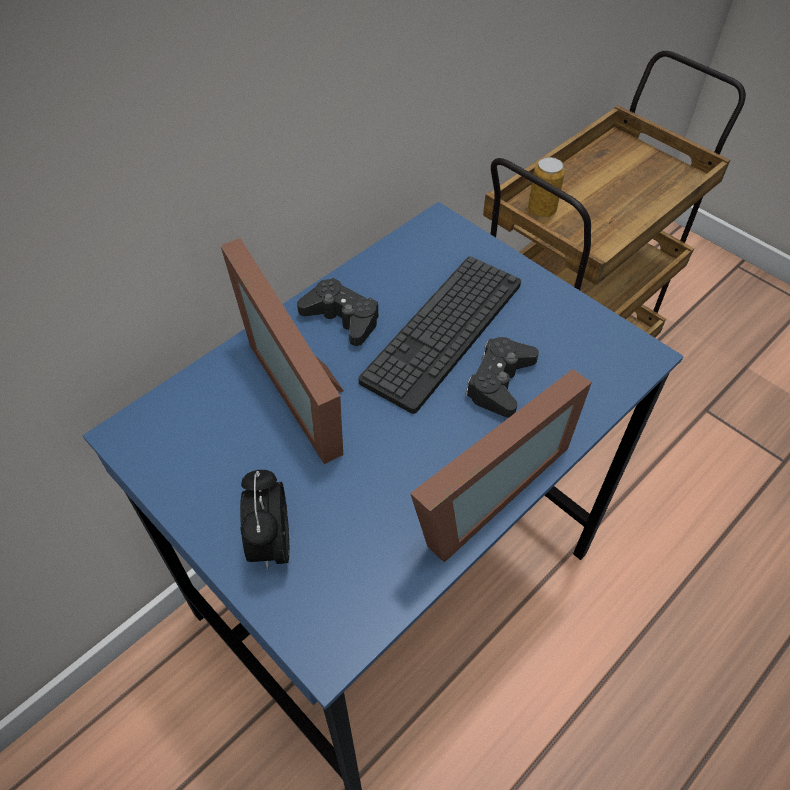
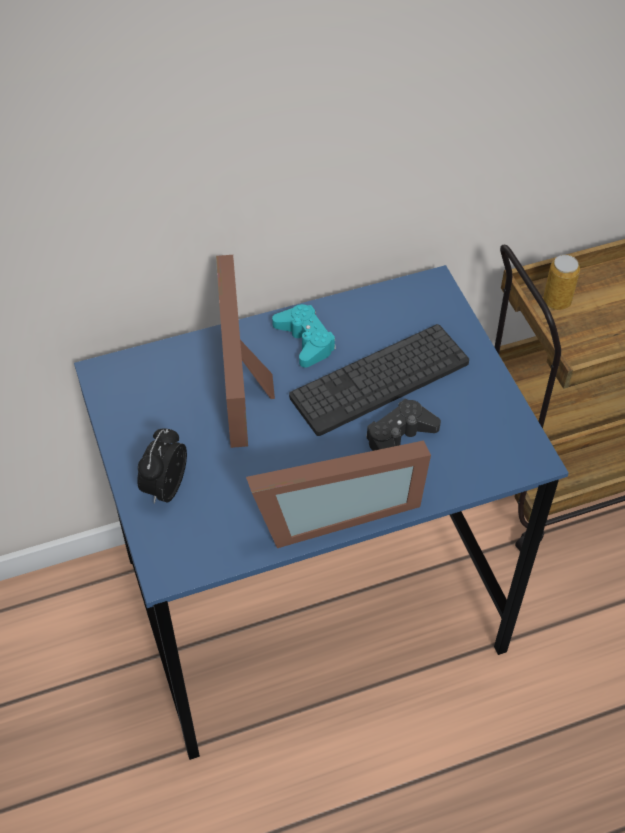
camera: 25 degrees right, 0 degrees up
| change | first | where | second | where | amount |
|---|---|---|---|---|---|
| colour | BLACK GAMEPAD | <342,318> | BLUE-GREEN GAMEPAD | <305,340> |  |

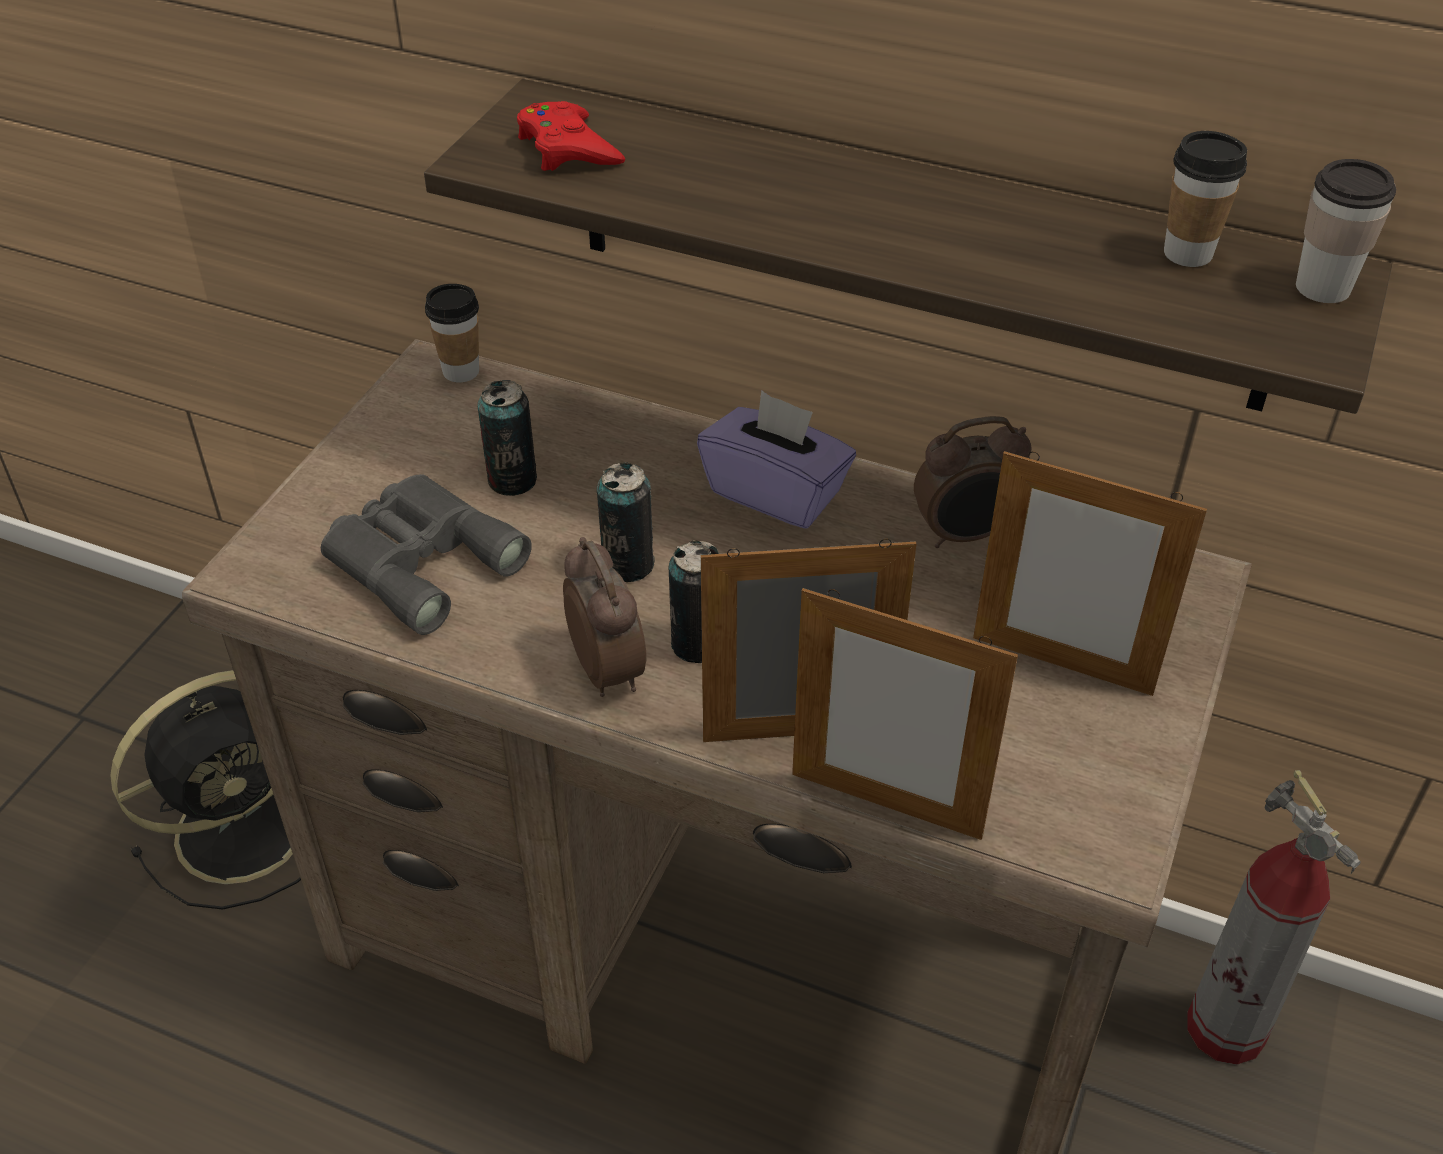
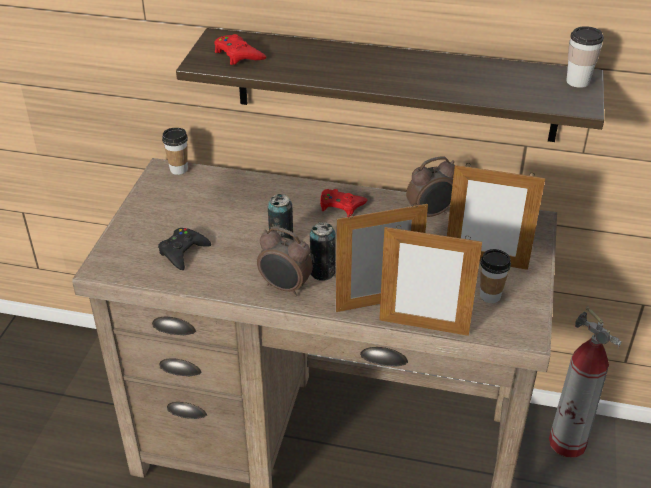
camera: 10 degrees left, 5 degrees down
| change | first | where | second | where | amount |
|---|---|---|---|---|---|
| exchanged | GREYISH BINOCULARS | <419,559> | BLACK GAMEPAD | <183,252> |  |
| spun | BEDSIDE CLOCK | <609,669> |  | <285,288> | 150 degrees clockwise |
| exchanged | PURPLISH TISSUE BOX | <776,492> | RED GAMEPAD | <341,205> |  |
| relocated | SMALL CUP | <1188,253> |  | <490,296> |  |
| missing | BLACK COOLING FAN | <247,827> |  |  |  |
| missing | CAN | <512,480> |  |  |  |

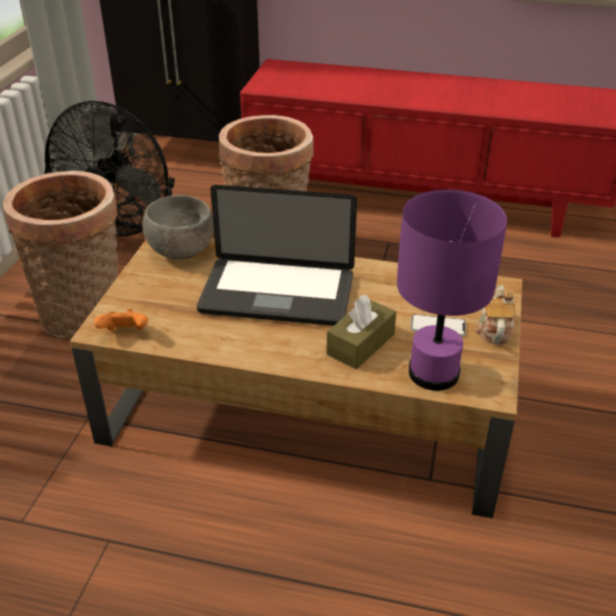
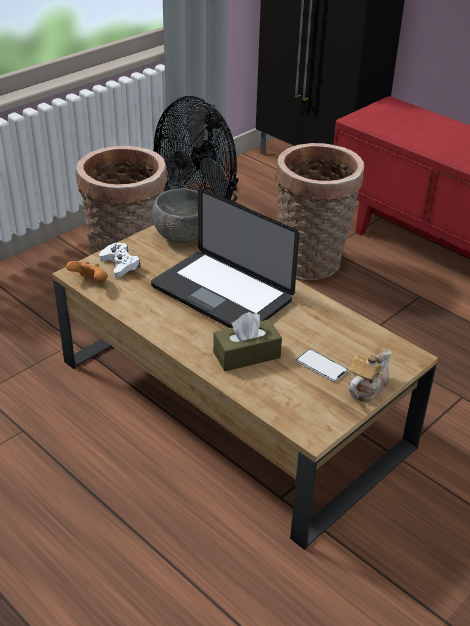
camera: 30 degrees right, 0 degrees up
| change | first | where | second | where | amount |
|---|---|---|---|---|---|
| appeared |  |  | WHITE-COLOURED GAMEPAD | <120,265> |  |
| missing | PURPLISH TABLE LAMP | <433,372> |  |  |  |

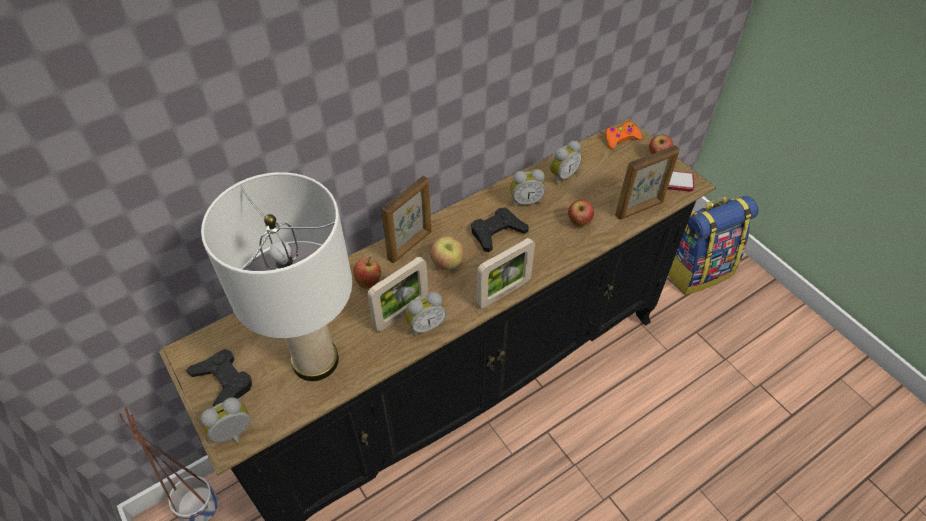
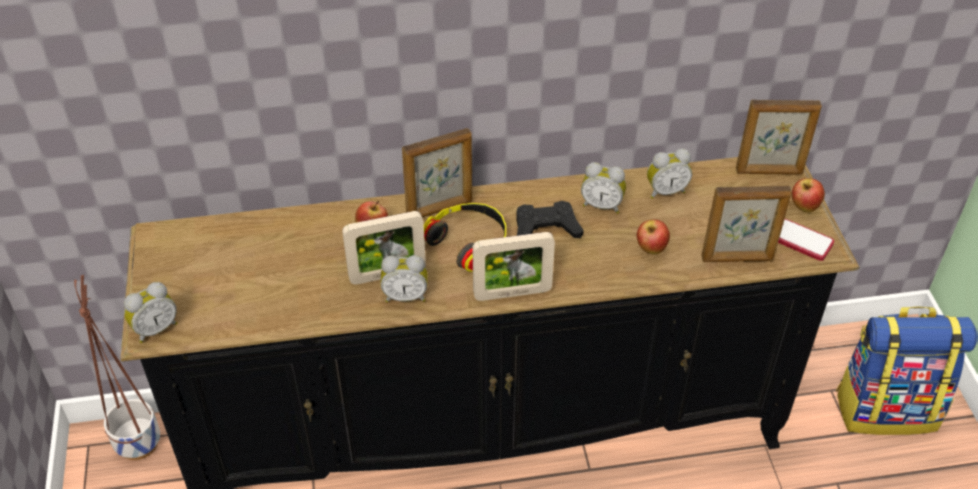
camera: 25 degrees right, 5 degrees down
| change | first | where | second | where | amount |
|---|---|---|---|---|---|
| spun | BEDSIDE CLOCK | <234,435> |  | <155,328> | 150 degrees clockwise |
| exchanged | APPLE | <447,263> | PAIR OF HEADPHONES | <469,241> |  |
| exchanged | ORANGEY GAMEPAD | <621,139> | PICTURE FRAME | <769,172> |  |
| missing | BLACK GAMEPAD | <223,381> |  |  |  |
| missing | WHITE-COLOURED TABLE LAMP | <315,360> |  |  |  |

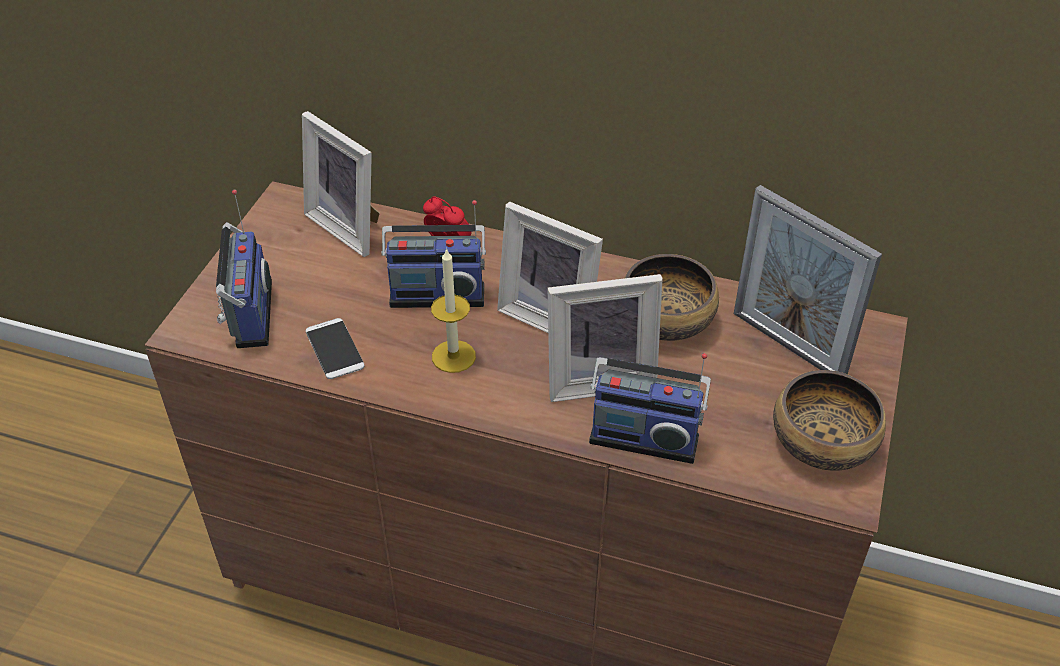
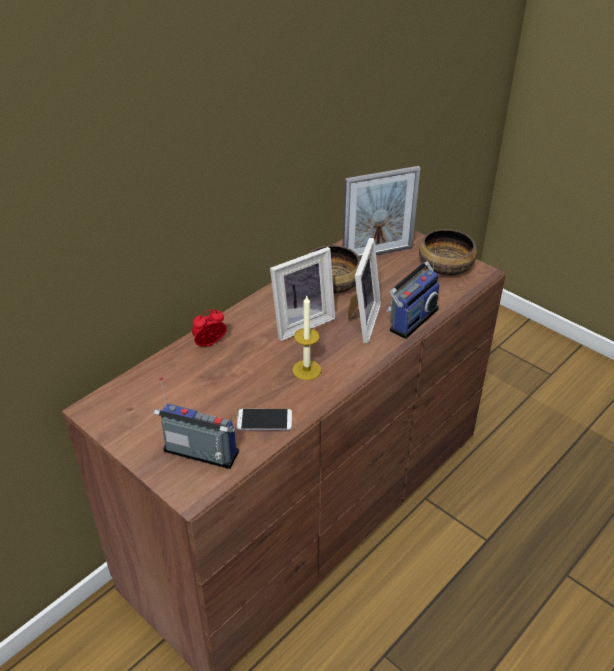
camera: 65 degrees left, 5 degrees down
| change | first | where | second | where | amount |
|---|---|---|---|---|---|
| missing | PICTURE FRAME | <350,226> |  |  |  |
| missing | RADIO RECEIVER | <437,293> |  |  |  |

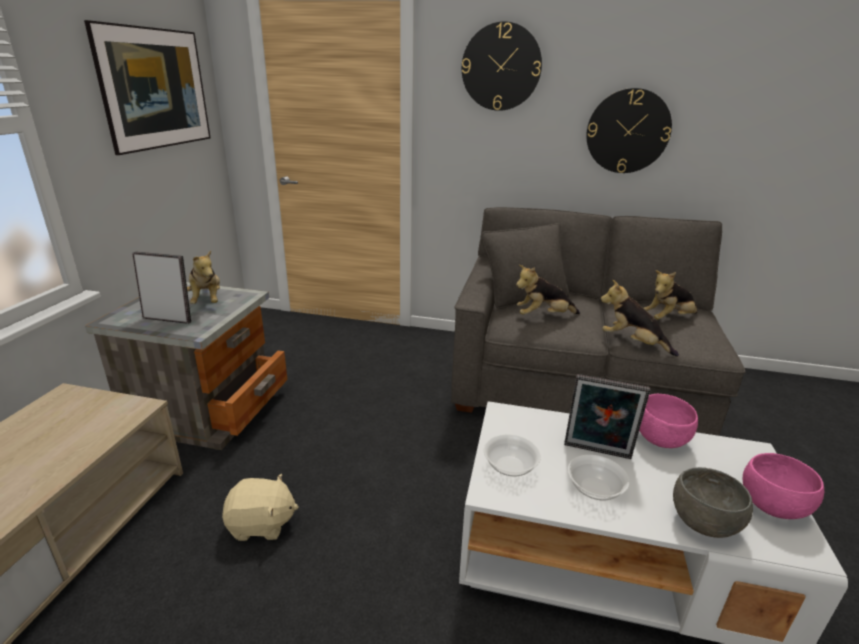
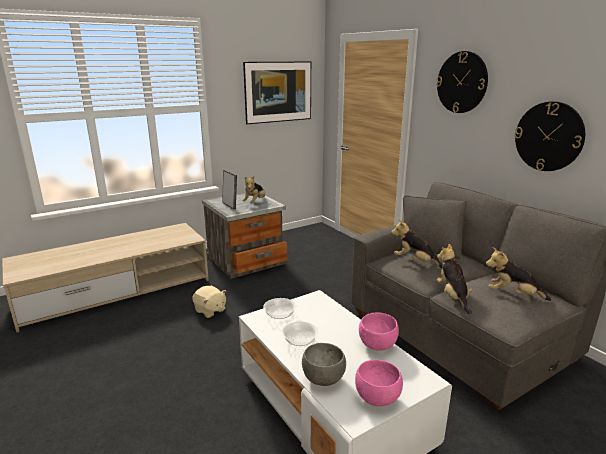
camera: 45 degrees right, 5 degrees down
| change | first | where | second | where | amount |
|---|---|---|---|---|---|
| missing | PICTURE FRAME | <597,453> |  |  |  |

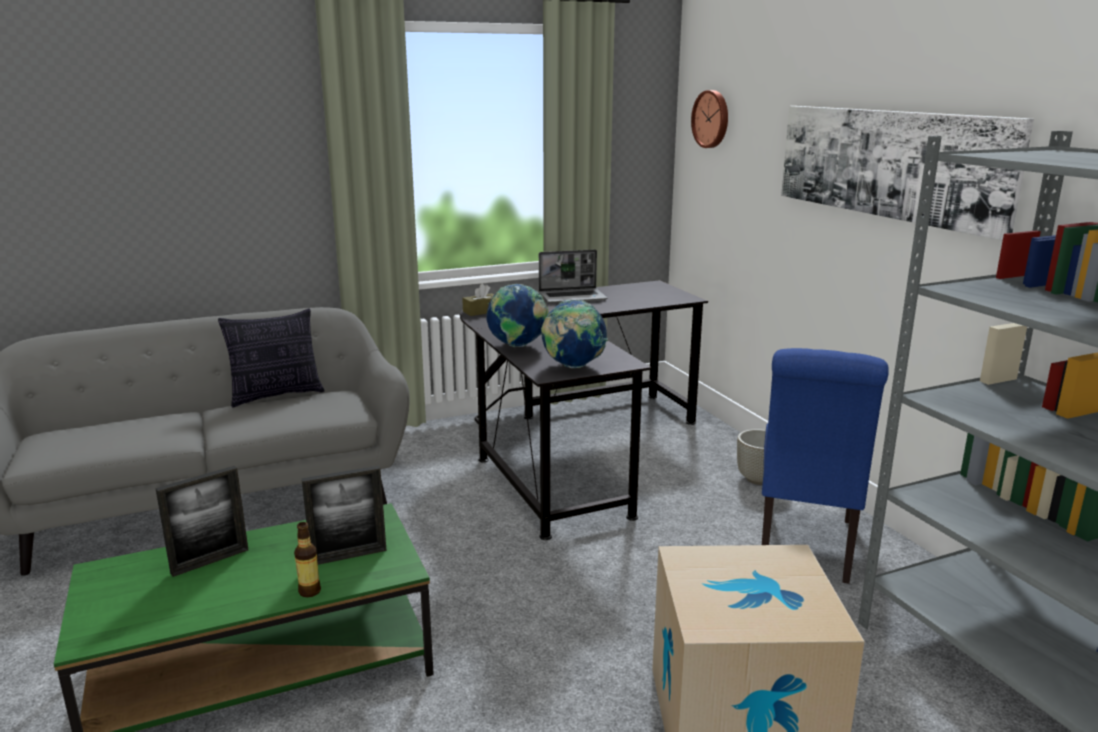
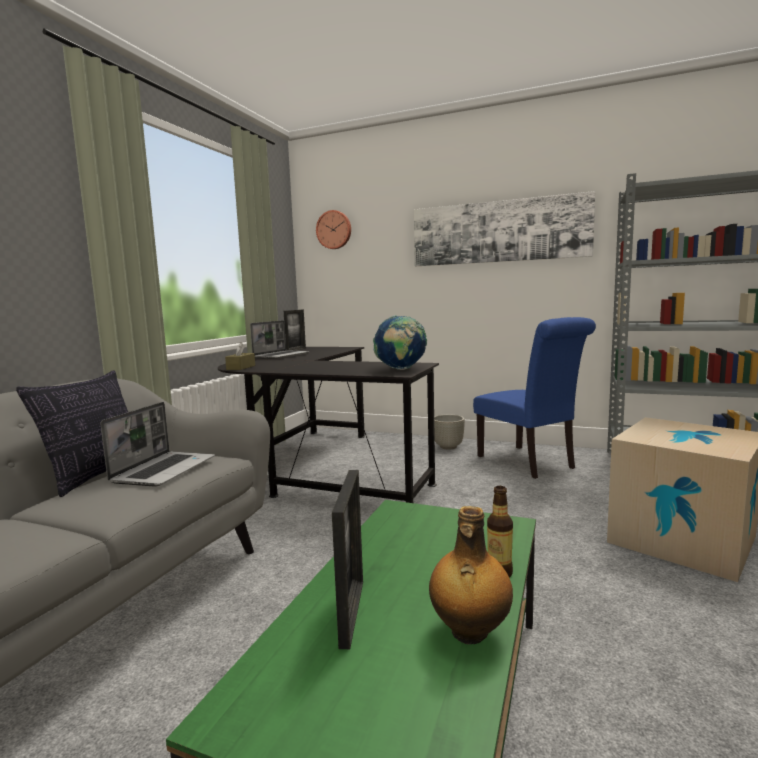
camera: 45 degrees left, 10 degrees down
| change | first | where | second | where | amount |
|---|---|---|---|---|---|
| appeared |  |  | PORTABLE COMPUTER | <164,470> |  |
| relocated | PICTURE FRAME | <349,556> |  | <296,350> |  |
| appeared |  |  | BOTTLE | <469,632> |  |
| missing | GLOBE | <517,346> |  |  |  |

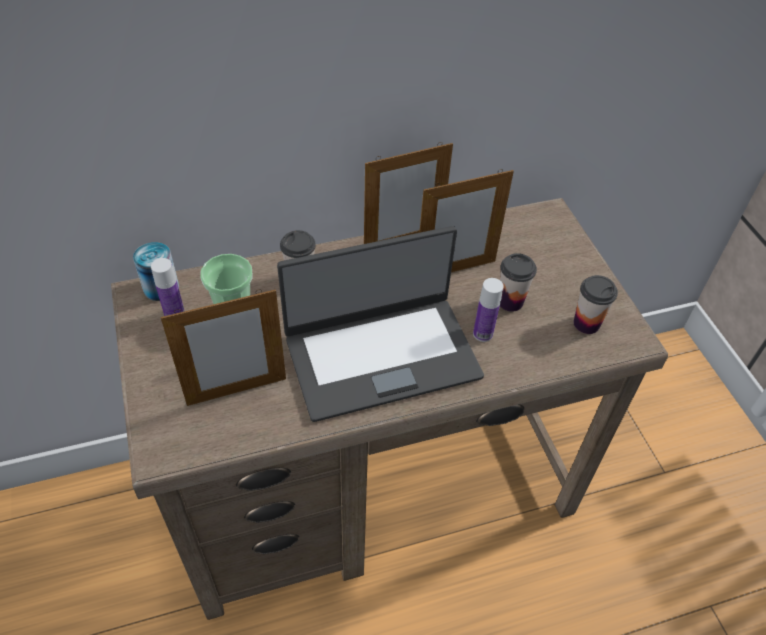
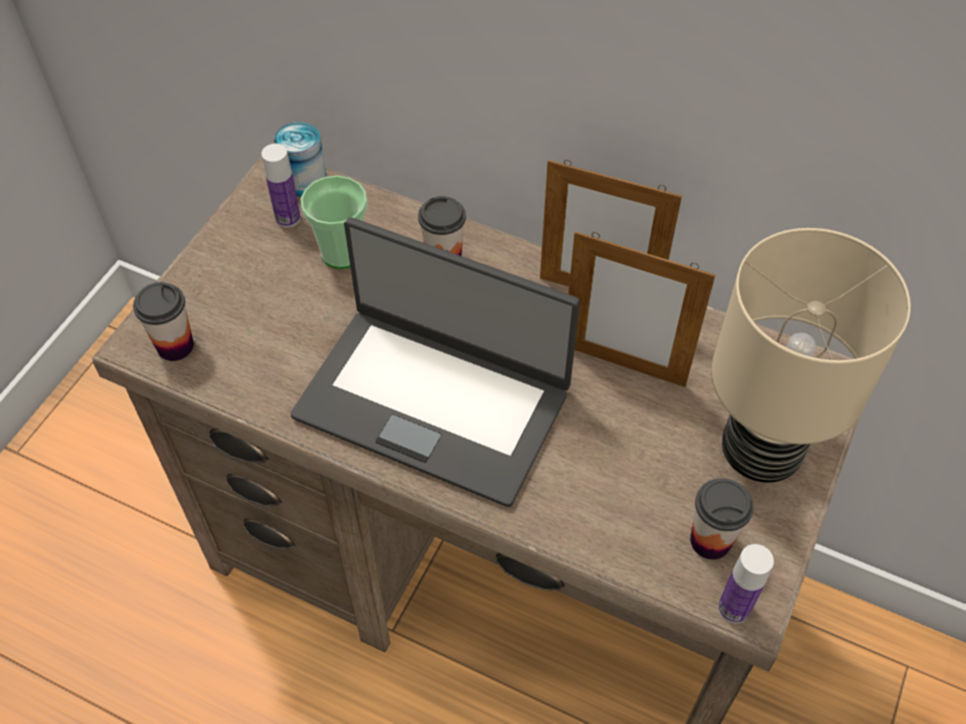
camera: 45 degrees right, 5 degrees up
| change | first | where | second | where | amount |
|---|---|---|---|---|---|
| relocated | SMALL CUP | <510,301> |  | <175,346> |  |
| appeared |  |  | SAND-COLOURED TABLE LAMP | <761,448> |  |
| relocated | BOTTLE | <482,334> |  | <734,608> |  |
| missing | PICTURE FRAME | <237,391> |  |  |  |

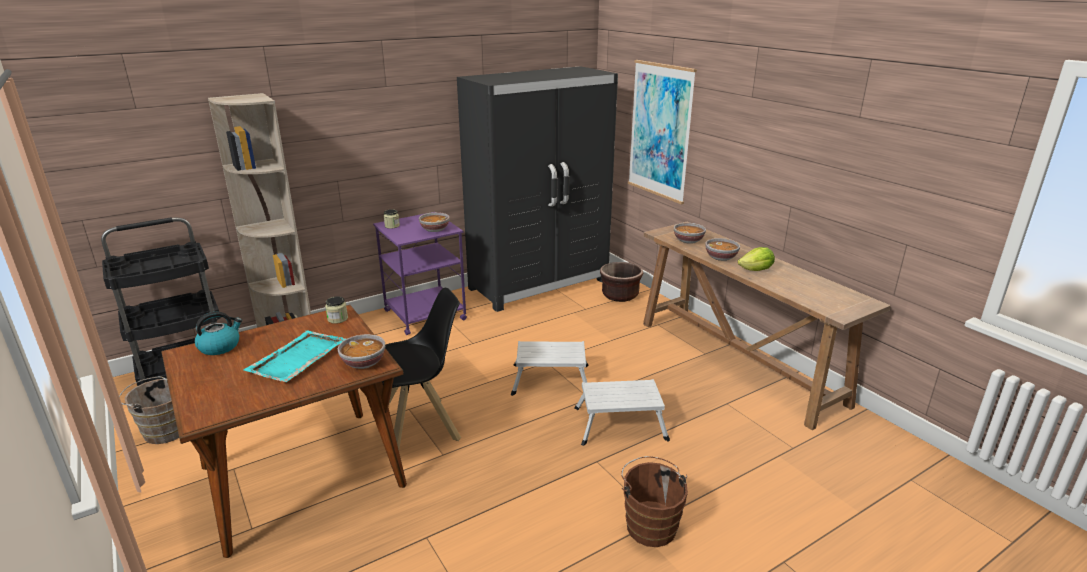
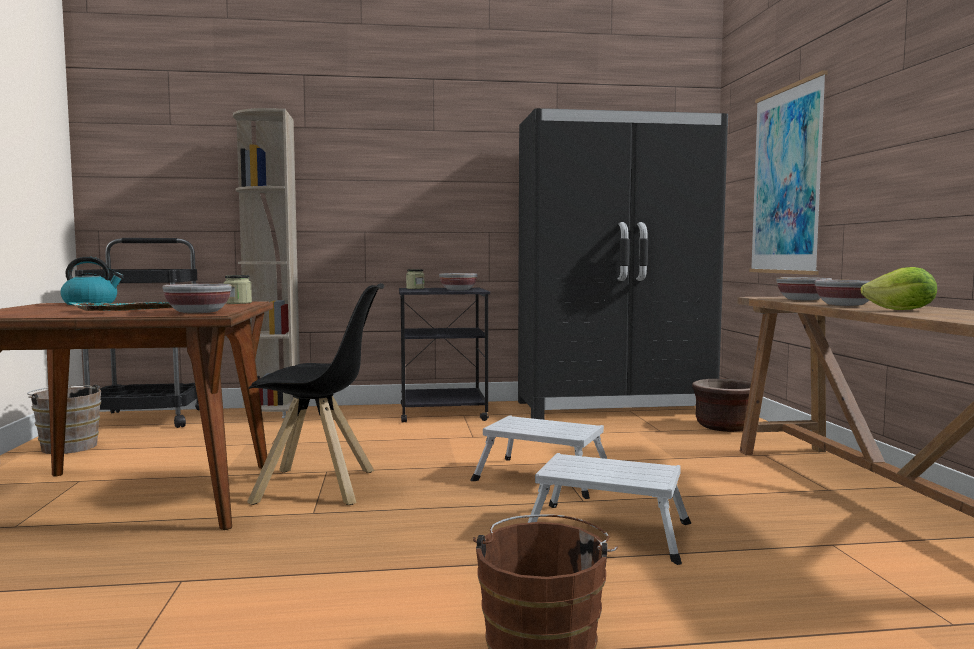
camera: 25 degrees right, 20 degrees down
| change | first | where | second | where | amount |
|---|---|---|---|---|---|
| colour | PURPLISH TROLLEY | <426,314> | BLACK TROLLEY | <444,412> |  |

